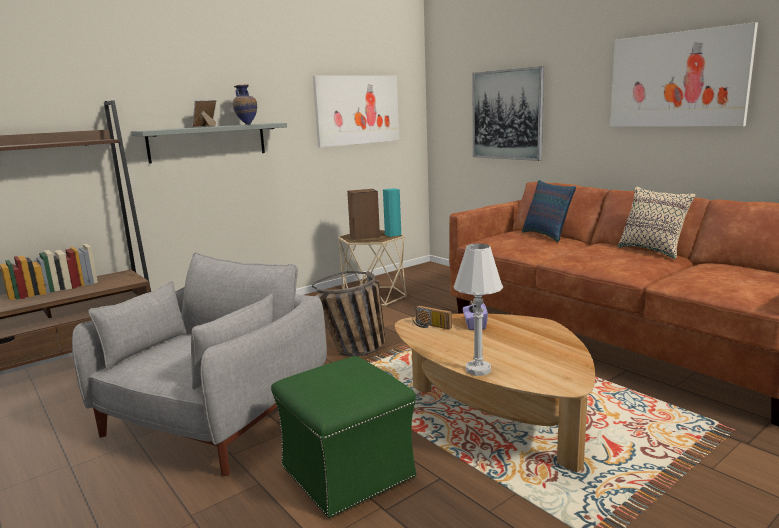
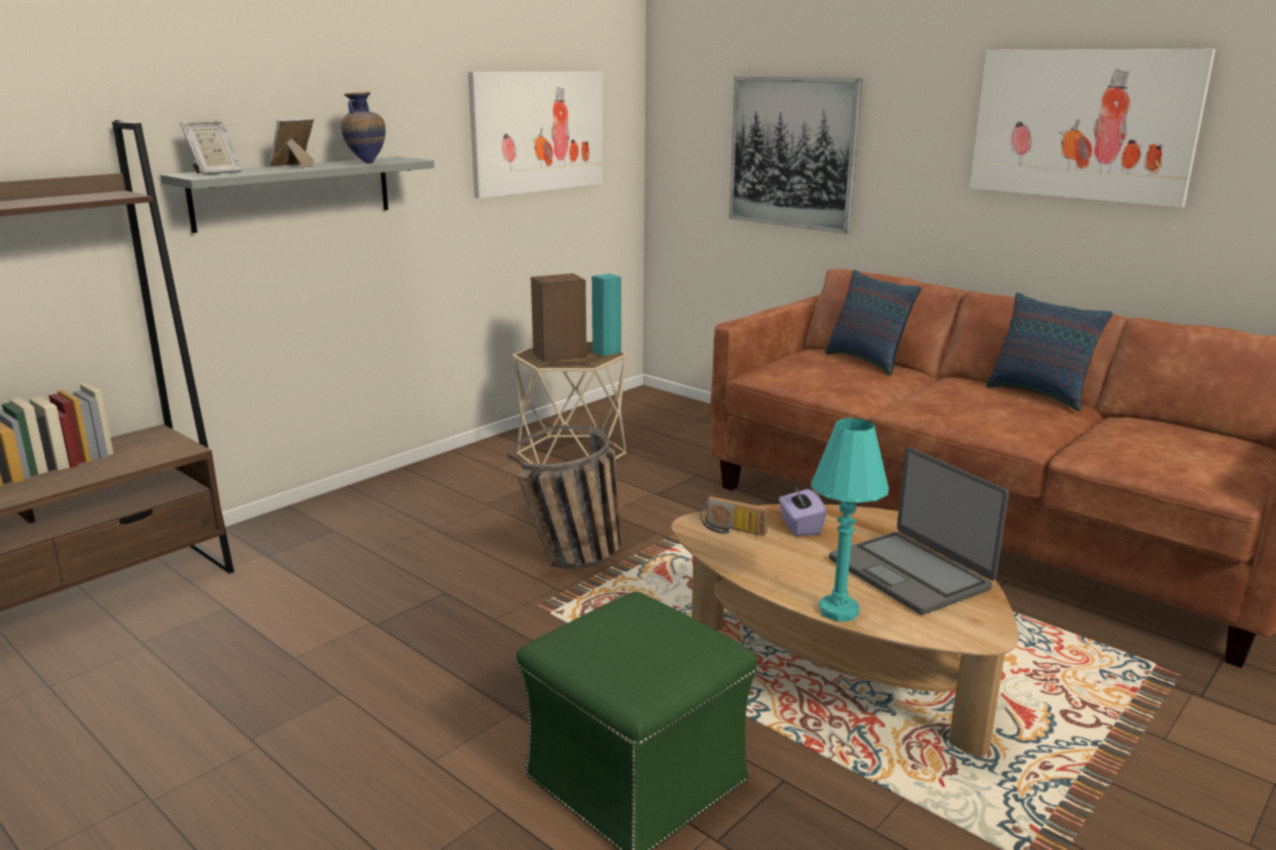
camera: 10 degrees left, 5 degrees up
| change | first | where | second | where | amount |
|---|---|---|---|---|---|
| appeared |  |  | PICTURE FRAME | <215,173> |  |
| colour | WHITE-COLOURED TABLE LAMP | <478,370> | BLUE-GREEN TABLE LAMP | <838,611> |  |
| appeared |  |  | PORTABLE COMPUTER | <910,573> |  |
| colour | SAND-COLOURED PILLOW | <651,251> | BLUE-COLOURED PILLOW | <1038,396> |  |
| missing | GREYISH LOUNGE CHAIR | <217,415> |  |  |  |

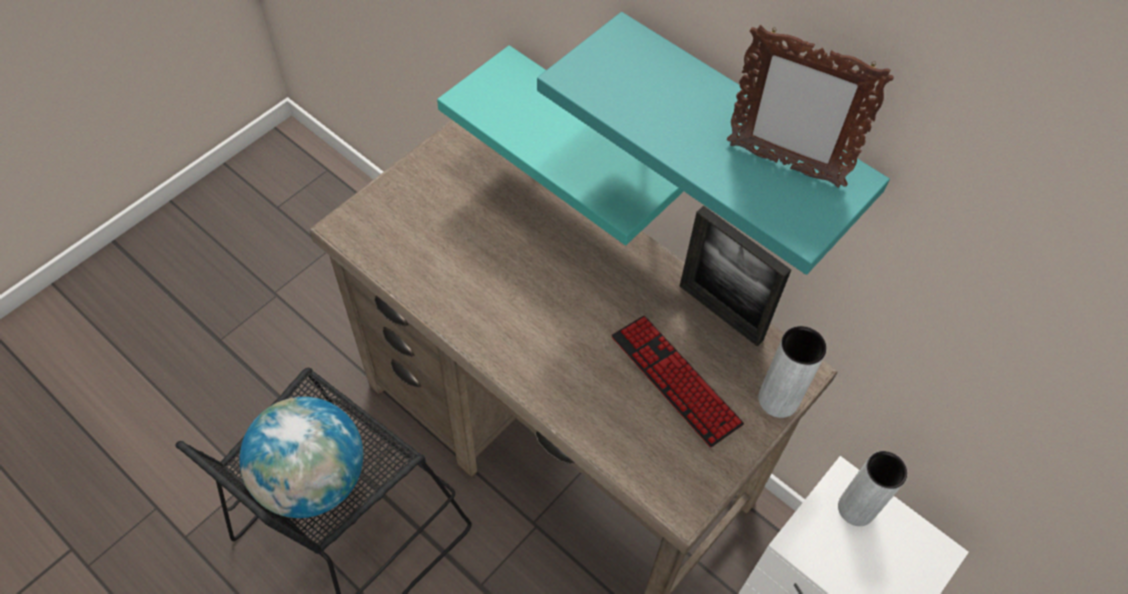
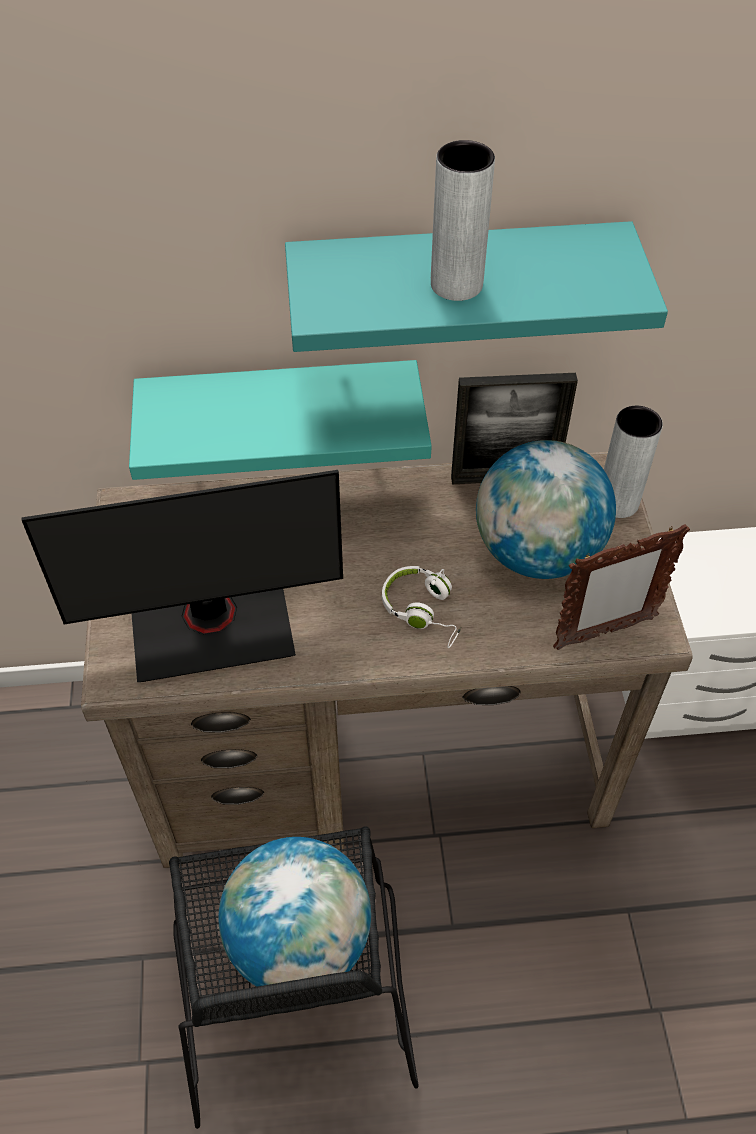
camera: 45 degrees left, 5 degrees down
| change | first | where | second | where | amount |
|---|---|---|---|---|---|
| appeared |  |  | MONITOR | <211,625> |  |
| appeared |  |  | WHITE-COLOURED PAIR OF HEADPHONES | <424,610> |  |
| relocated | GREYISH FLOWER VASE | <856,508> |  | <456,284> |  |
| exchanged | KEYBOARD | <675,380> | GLOBE | <537,552> |  |
| relocated | PICTURE FRAME | <783,164> |  | <603,633> |  |

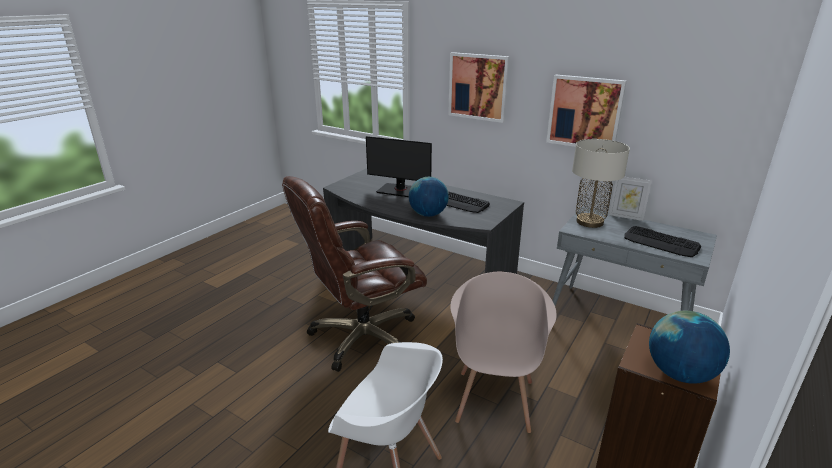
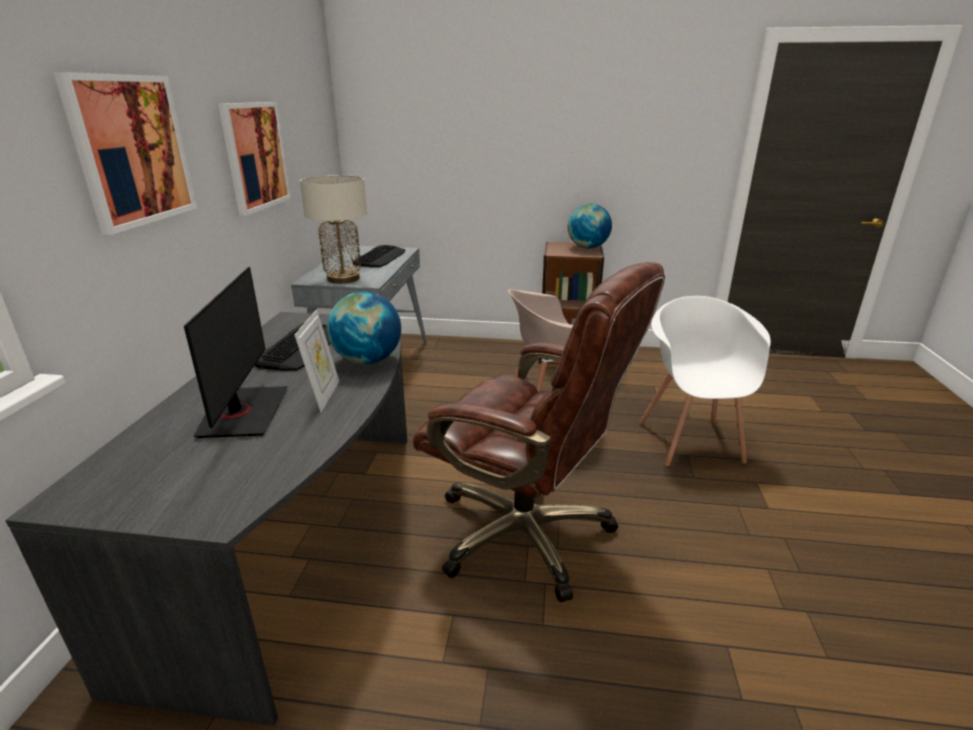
camera: 115 degrees left, 0 degrees up
| change | first | where | second | where | amount |
|---|---|---|---|---|---|
| relocated | PICTURE FRAME | <626,216> |  | <323,395> |  |

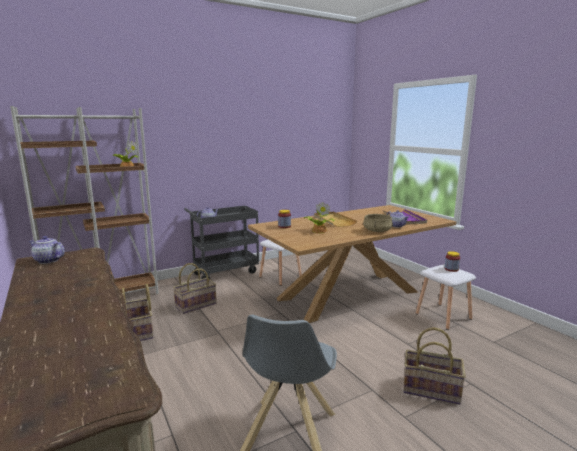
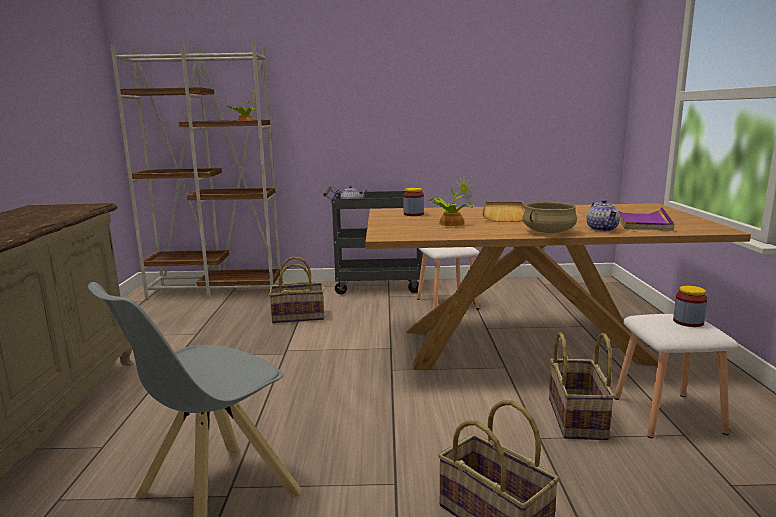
camera: 30 degrees right, 0 degrees up
| change | first | where | second | where | amount |
|---|---|---|---|---|---|
| relocated | BASKET | <140,330> |  | <578,418> |  |
| missing | TEA POT | <48,260> |  |  |  |

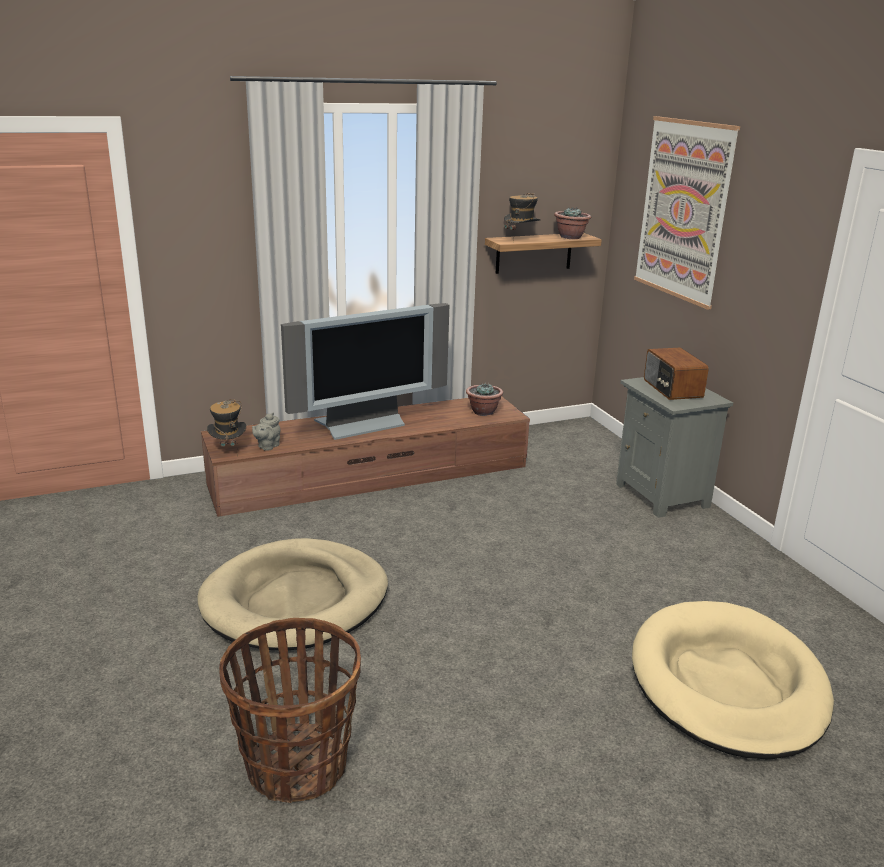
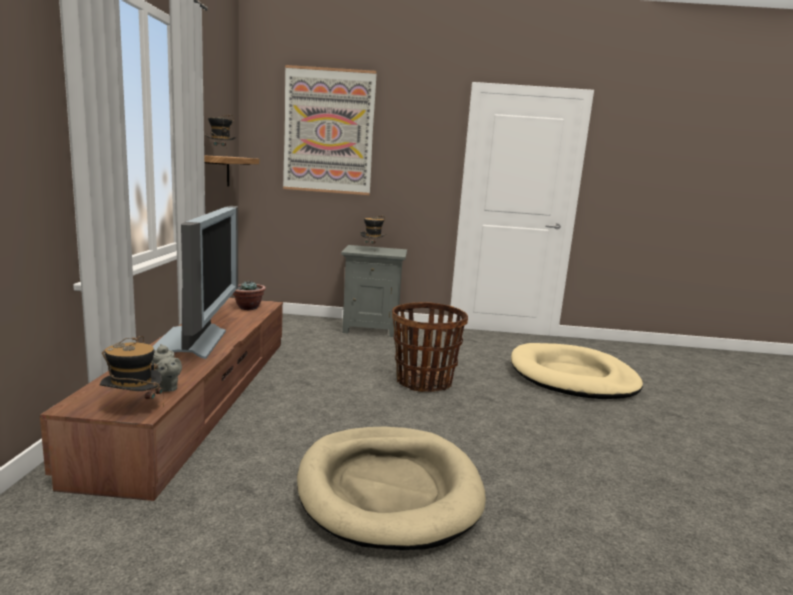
camera: 65 degrees left, 10 degrees down
| change | first | where | second | where | amount |
|---|---|---|---|---|---|
| exchanged | RADIO RECEIVER | <671,389> | WEARABLE HAT | <372,250> |  |
| relocated | BASKET | <296,765> |  | <424,382> |  |
| missing | POTTED PLANT | <570,237> |  |  |  |

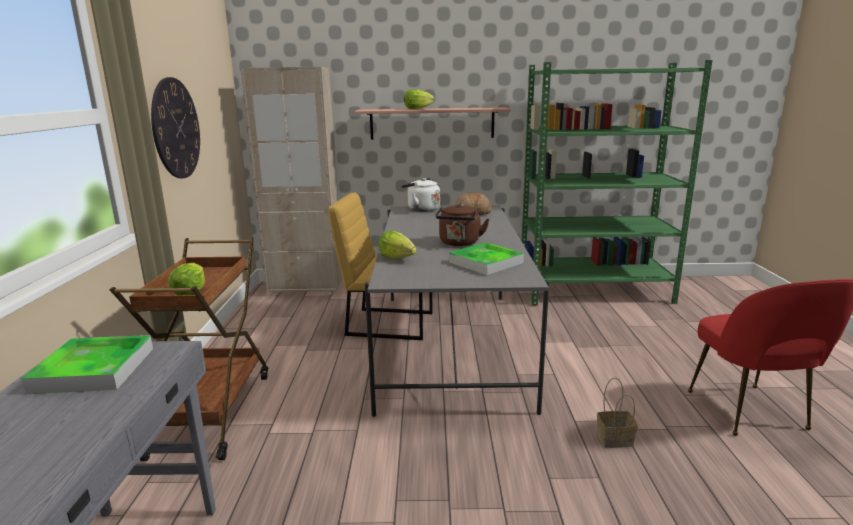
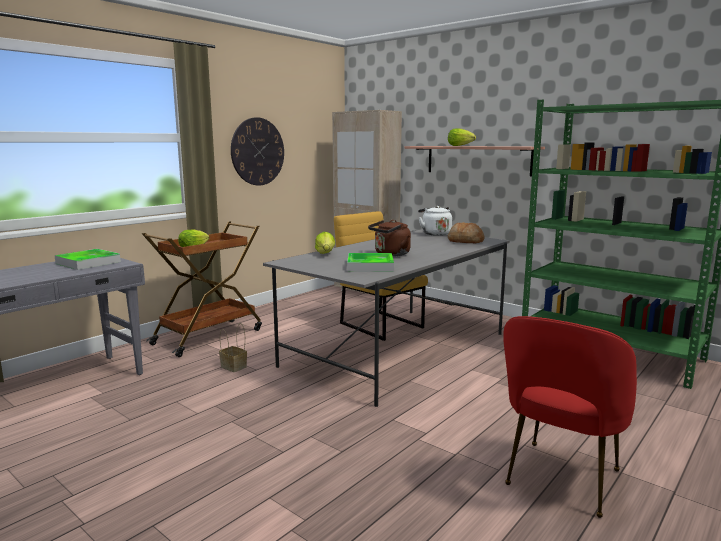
camera: 40 degrees right, 5 degrees down
| change | first | where | second | where | amount |
|---|---|---|---|---|---|
| relocated | BASKET | <615,439> |  | <234,367> |  |

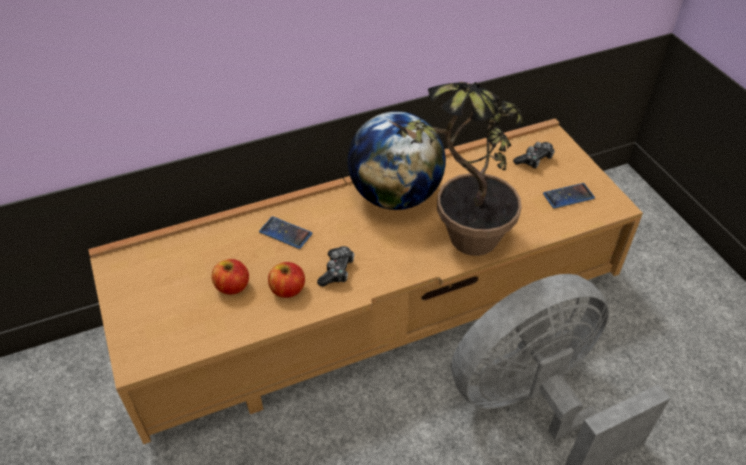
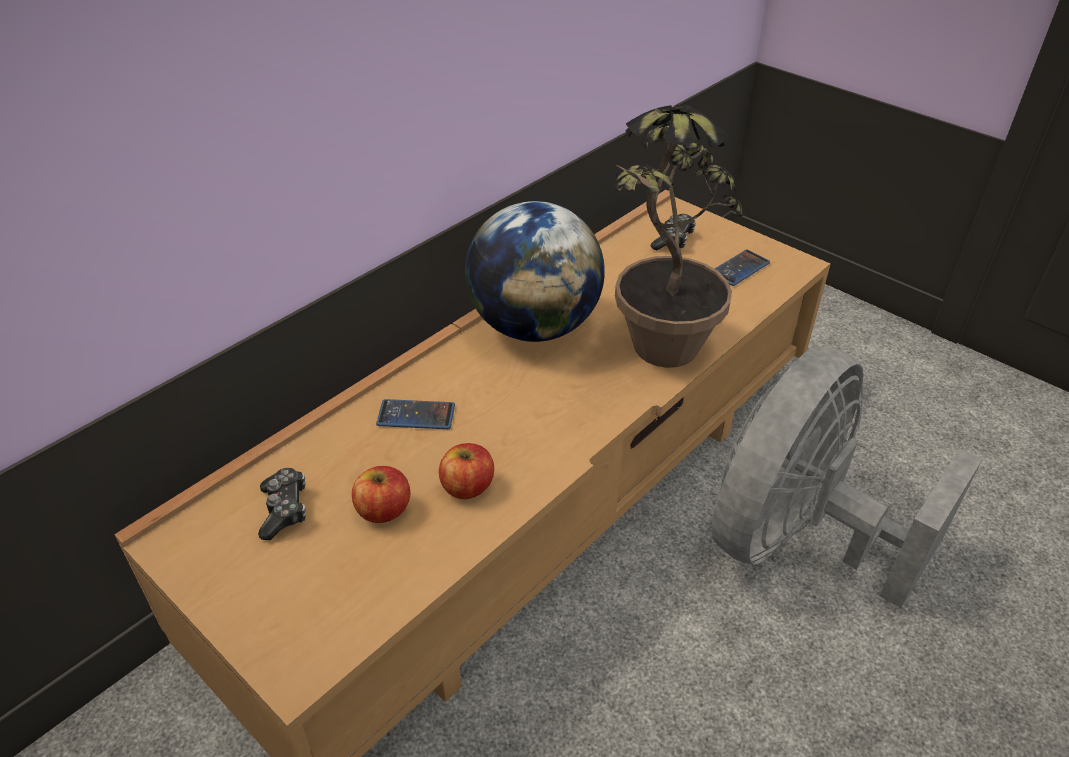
camera: 25 degrees left, 5 degrees down
| change | first | where | second | where | amount |
|---|---|---|---|---|---|
| relocated | GAMEPAD | <337,271> |  | <284,509> |  |

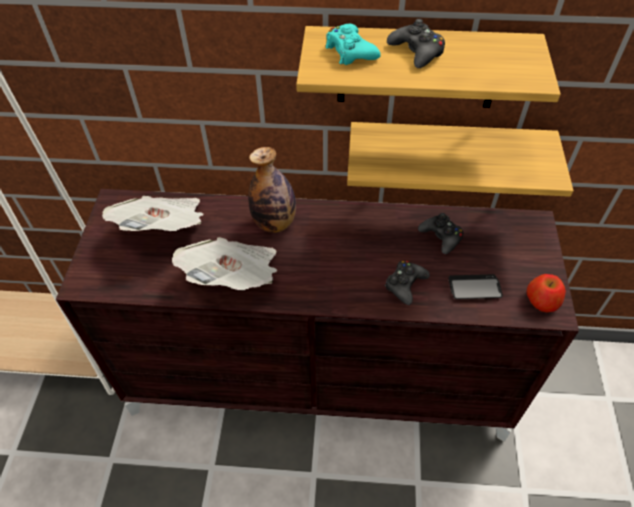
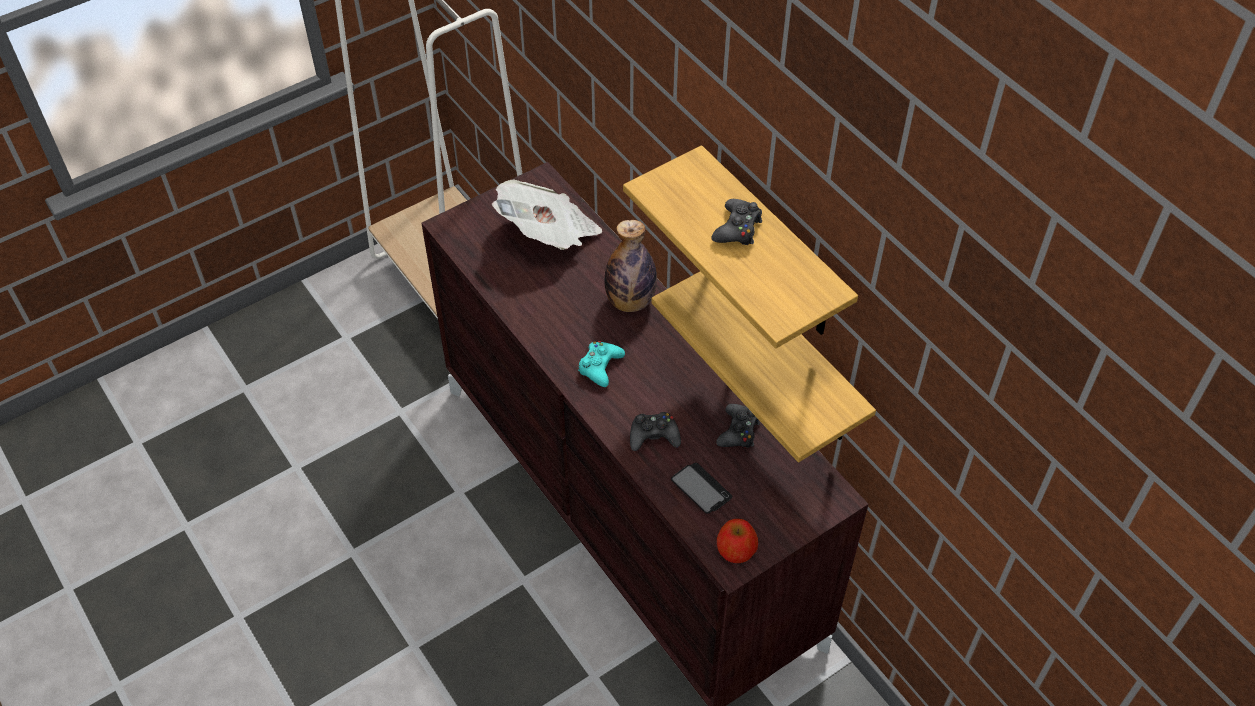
camera: 50 degrees right, 0 degrees up
| change | first | where | second | where | amount |
|---|---|---|---|---|---|
| relocated | BLUE-GREEN GAMEPAD | <350,52> |  | <600,367> |  |
| missing | PRINTED PAPER | <234,277> |  |  |  |

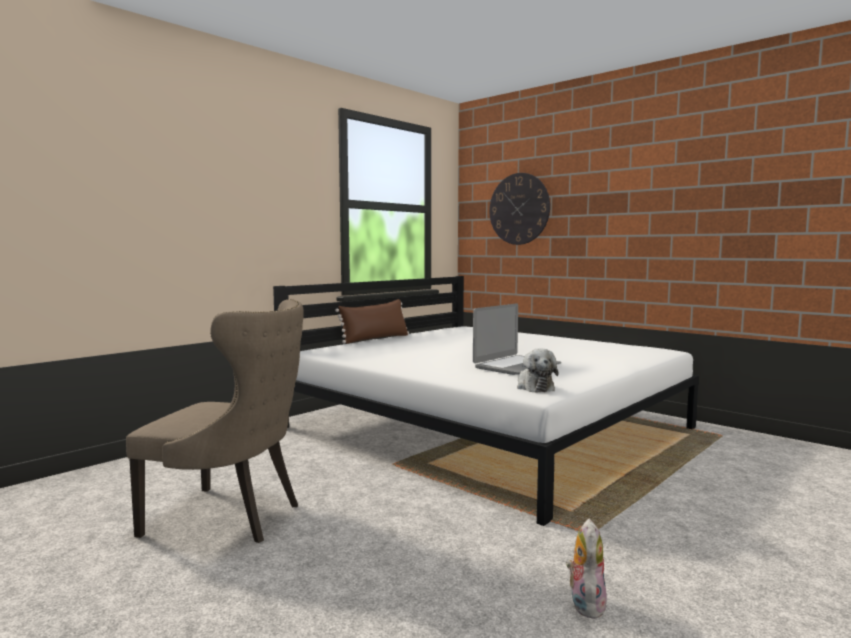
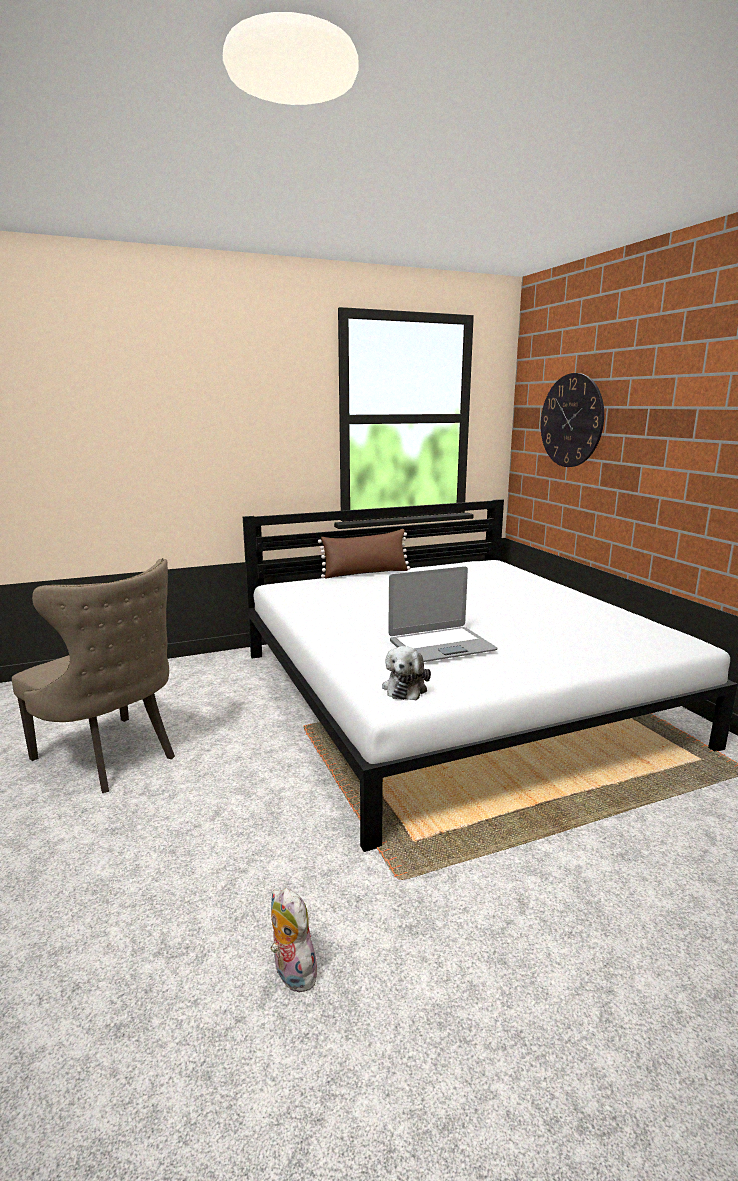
camera: 25 degrees right, 10 degrees up
| change | first | where | second | where | amount |
|---|---|---|---|---|---|
| spun | PLUSH TOY | <585,603> |  | <291,973> | 75 degrees counterclockwise |

